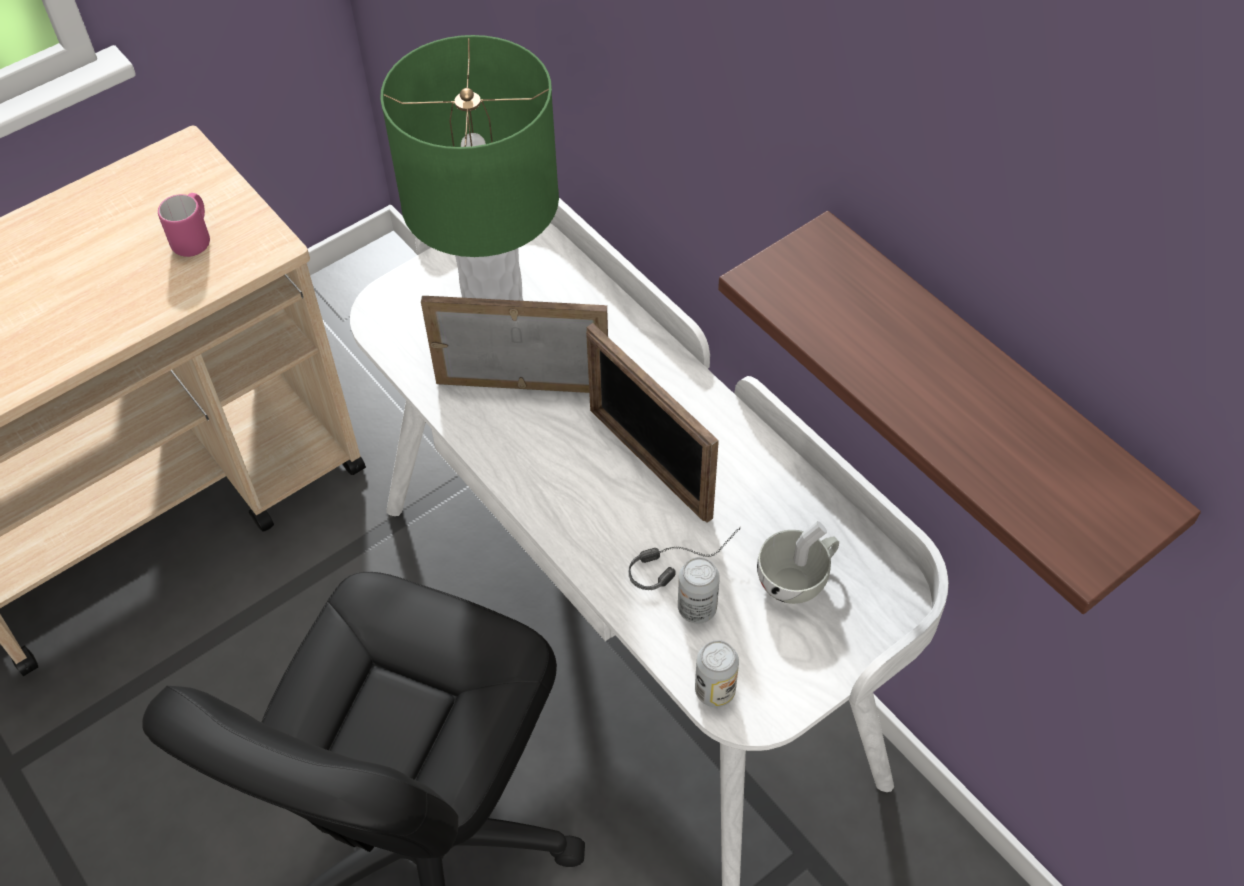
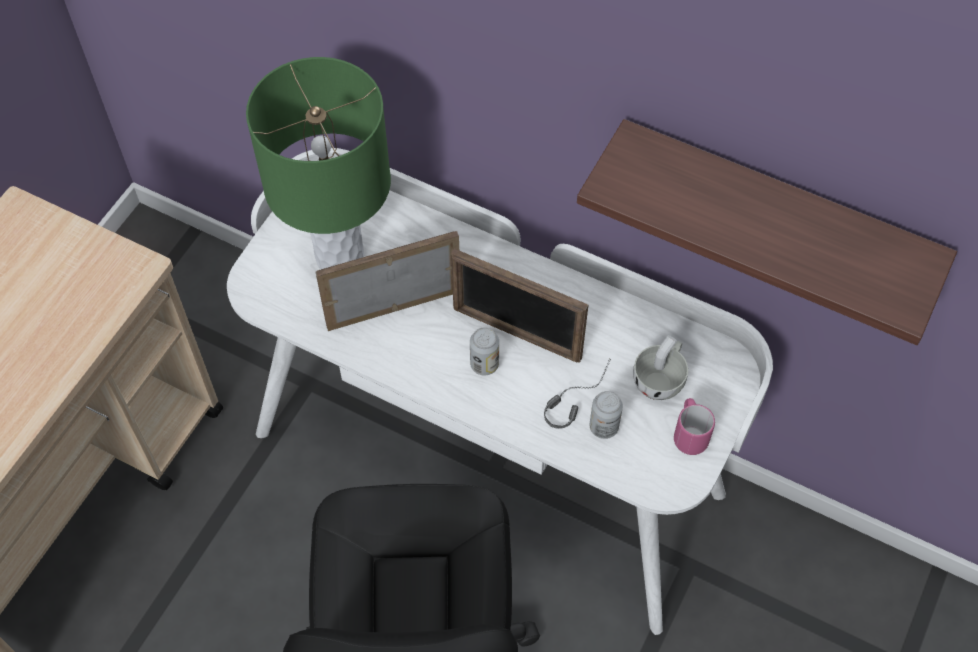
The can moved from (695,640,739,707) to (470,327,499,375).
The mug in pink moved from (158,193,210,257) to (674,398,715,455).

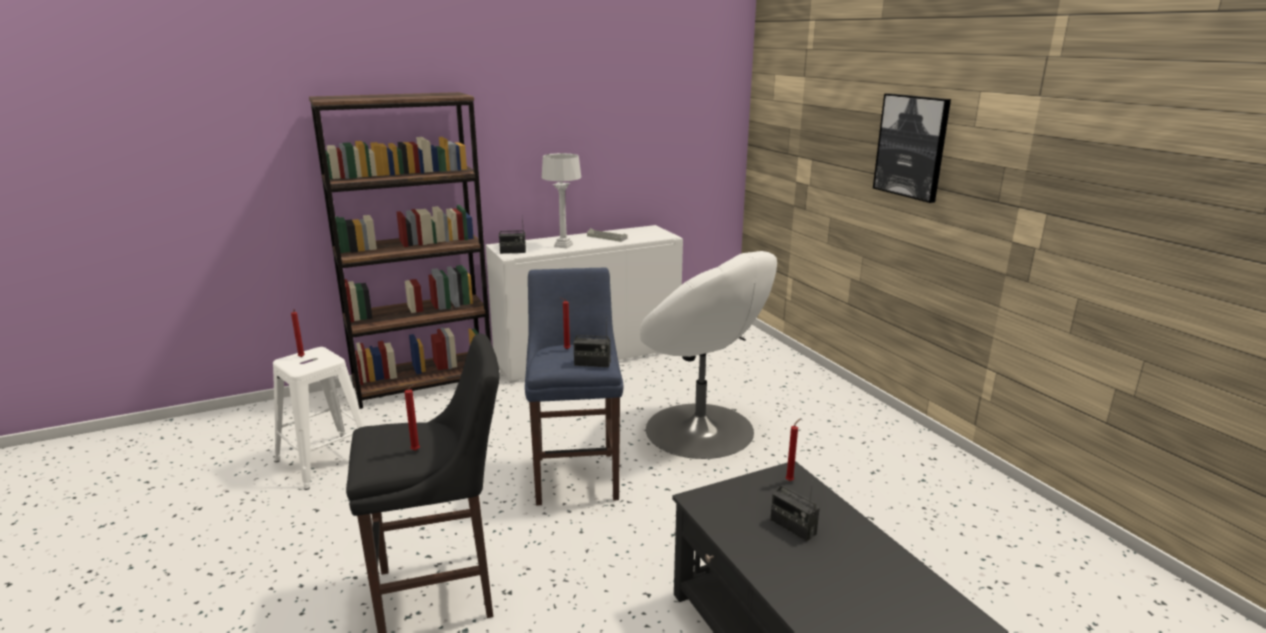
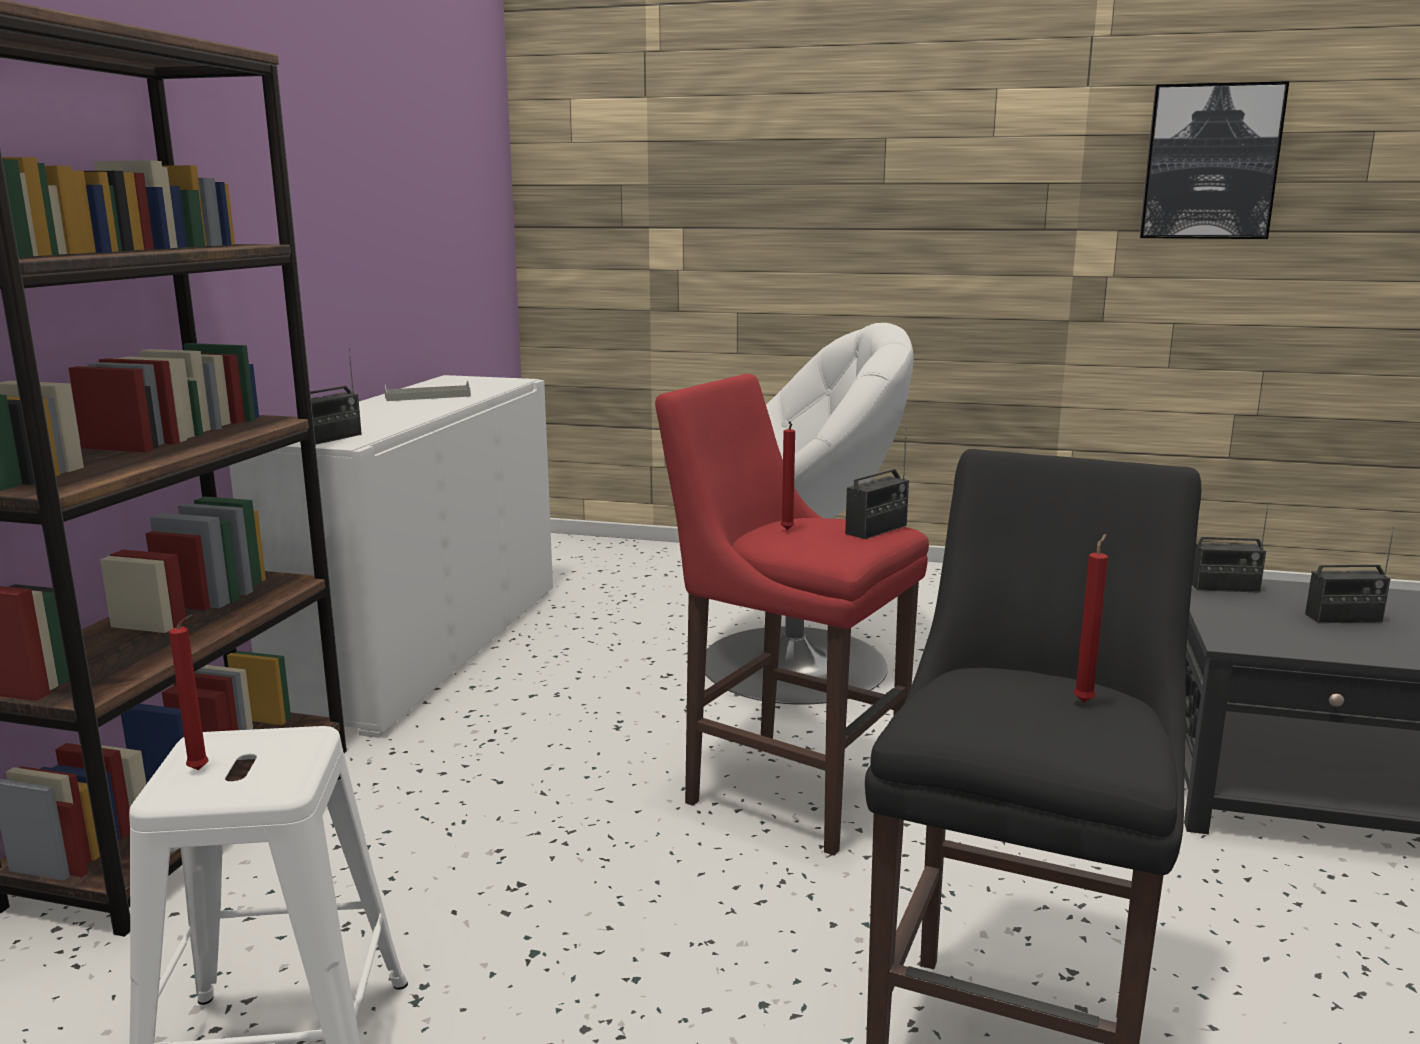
The stool in blue at (525,267,623,506) became the stool in red at (655,374,929,856).
The picture moved from (873,93,951,203) to (1139,81,1289,239).
The candle in red at (786,419,800,481) was replaced by the radio at (1192,503,1269,593).
The table lamp in grey at (542,153,581,249) disappeared.

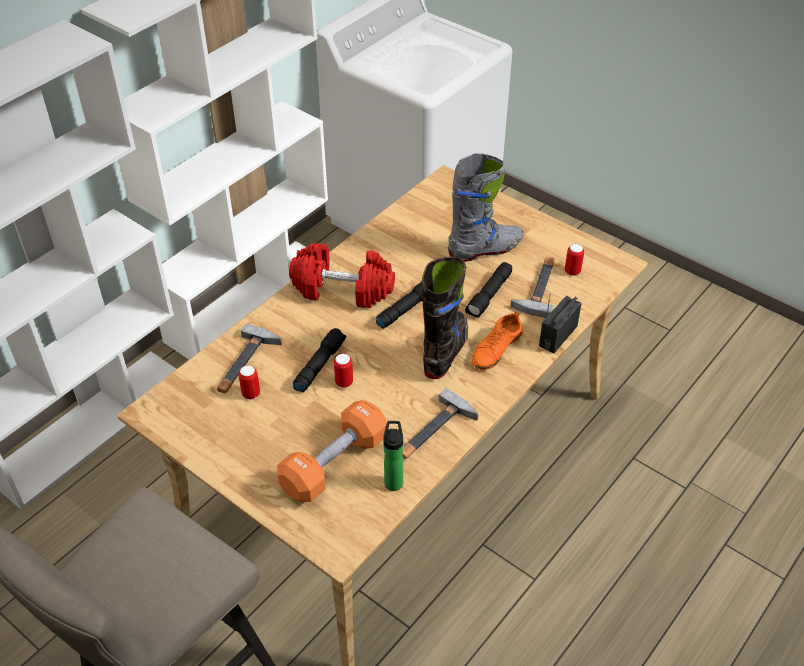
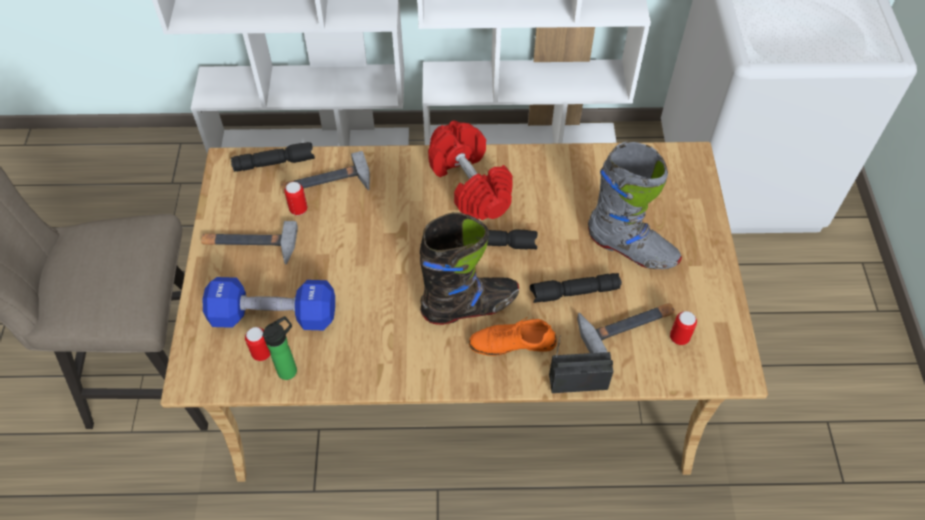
The hammer moved from (402,388,479,459) to (201,221,298,265).
The dumbbell in orange at (277,400,387,502) became the dumbbell in blue at (202,277,335,330).
The flashlight in black moved from (293,328,346,393) to (231,142,315,172).
The can moved from (334,354,353,388) to (245,327,271,361).

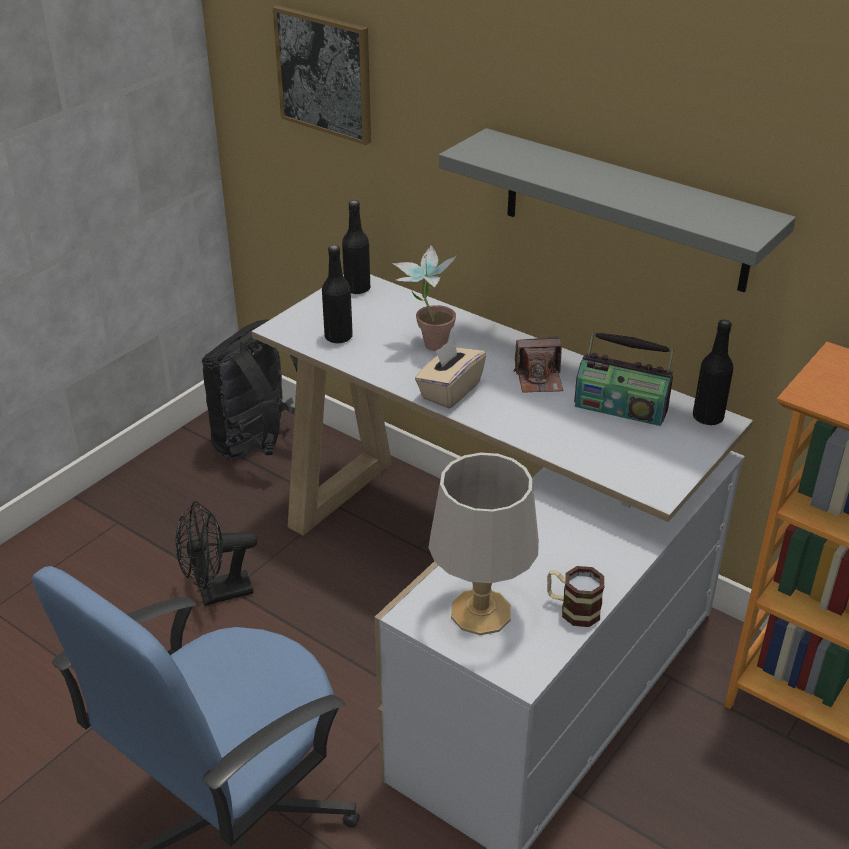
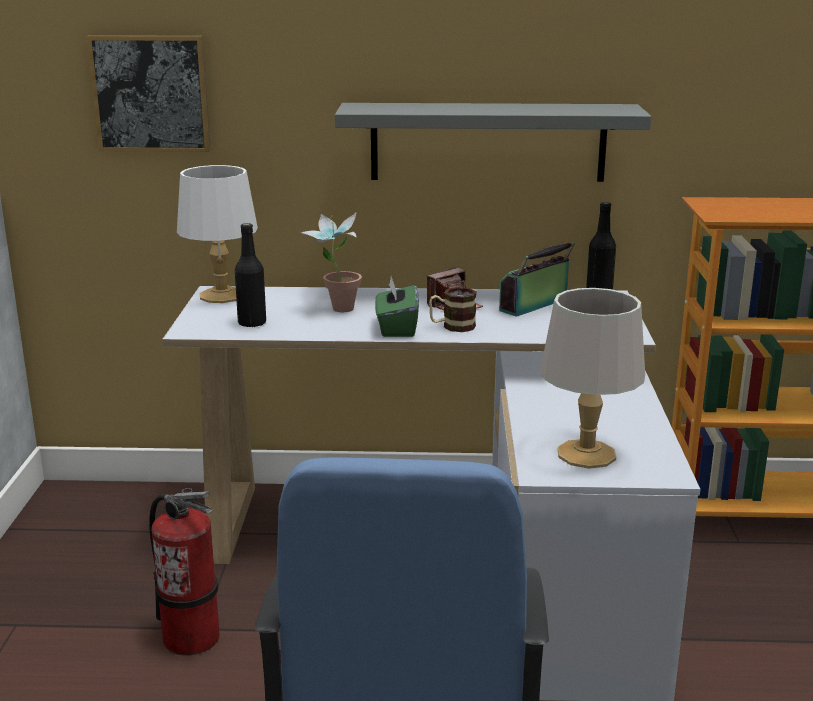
The fan in black at (176,501,257,606) was replaced by the fire extinguisher at (149,488,220,656).
The bottle in black at (342,200,370,295) was replaced by the table lamp in white at (177,165,258,303).
The tissue box in beige at (415,338,486,408) became the tissue box in green at (375,277,419,337).
The mug moved from (547,566,604,627) to (429,287,477,332).
The radio at (574,332,674,426) turned 150 degrees clockwise.
The backpack in black at (202,319,298,460) disappeared.

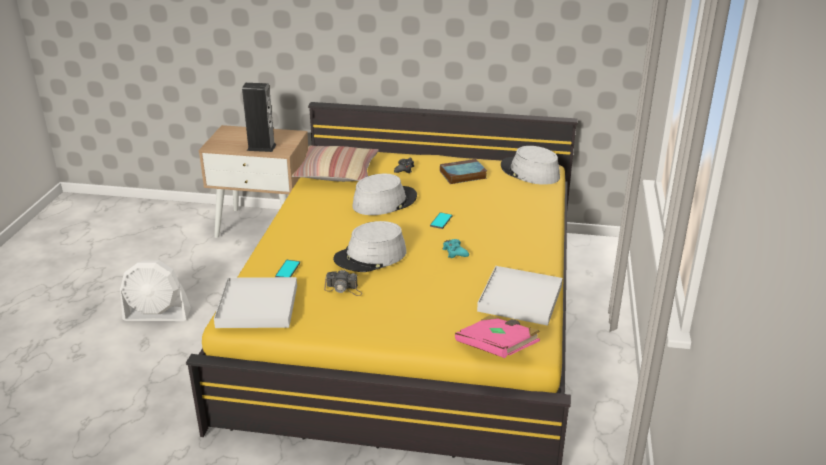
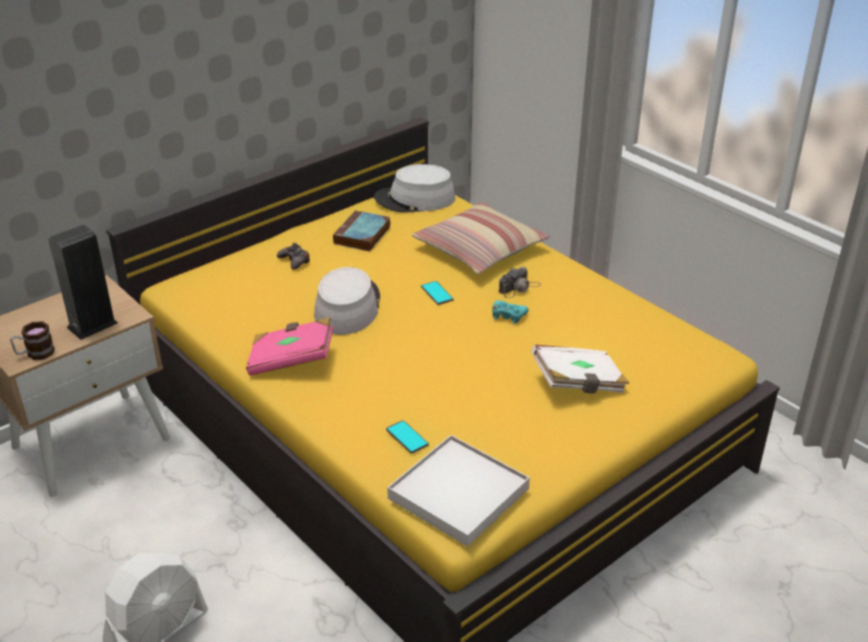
The mug at (10,321,55,360) appeared.
The book in pink moved from (455,315,540,358) to (246,317,334,376).
The pillow moved from (292,145,379,182) to (411,201,550,274).
The photo camera moved from (324,270,362,296) to (499,267,541,298).
The book in white at (531,345,629,394) appeared.
The hat in grey at (333,221,407,272) disappeared.
The tray in white at (477,266,563,326) disappeared.

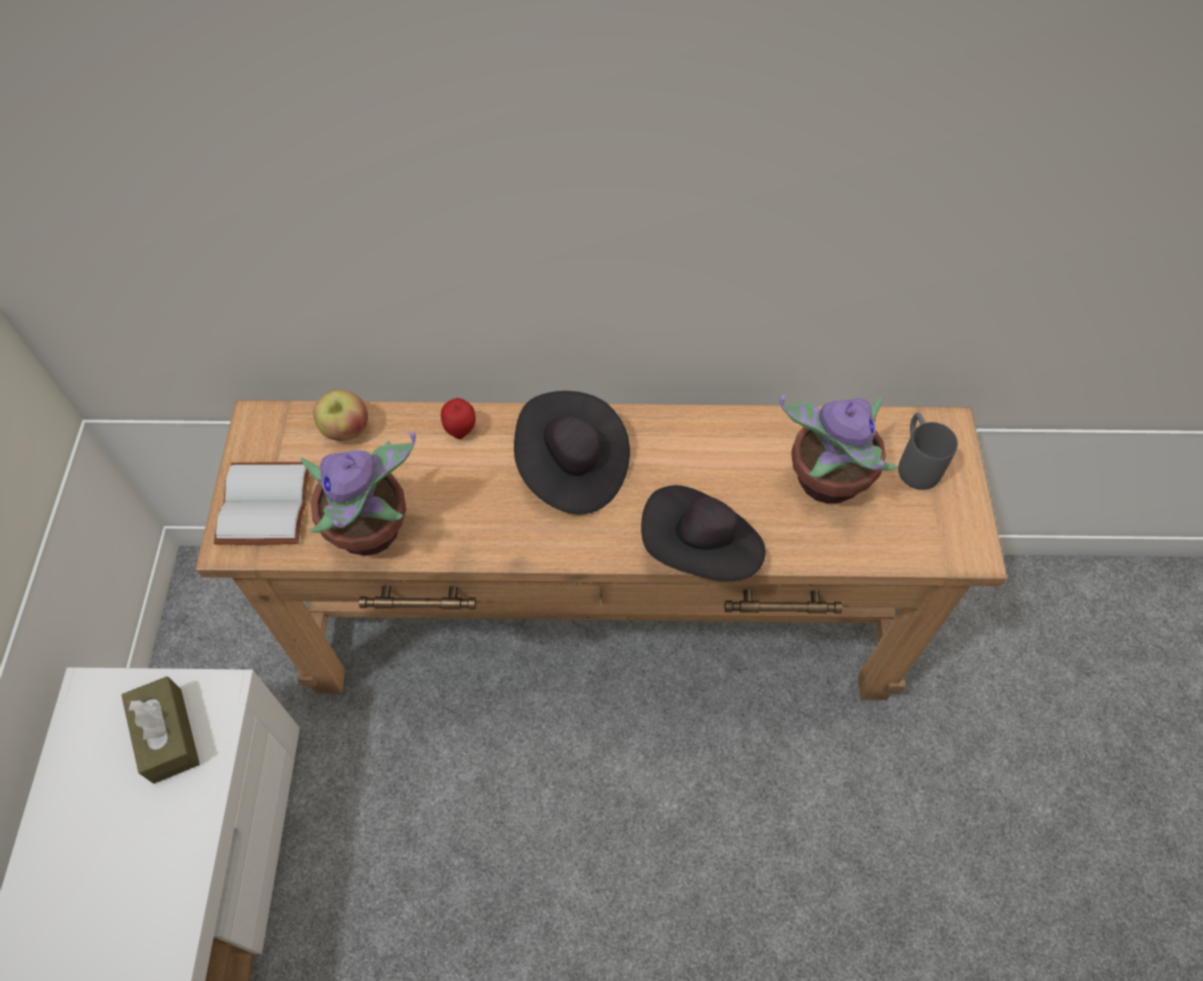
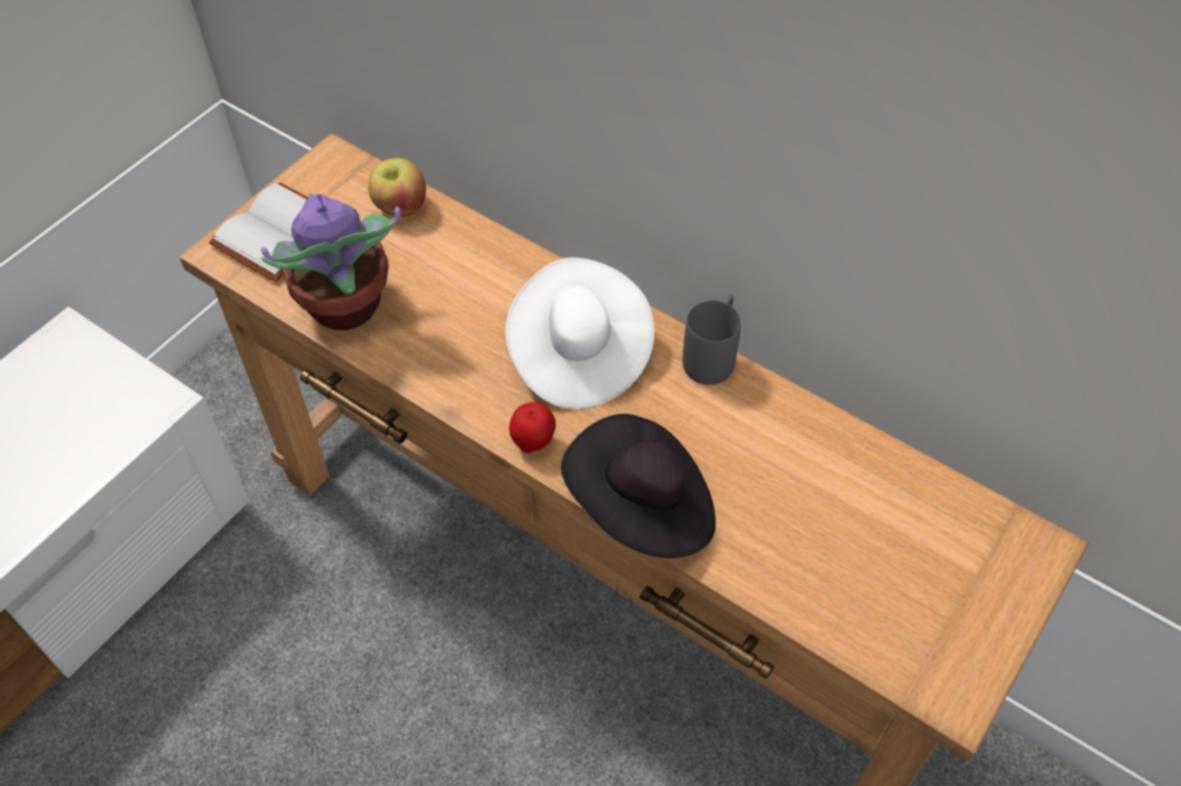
The hat in black at (514,391,630,514) became the hat in white at (505,257,654,409).
The apple moved from (441,398,476,439) to (509,402,556,453).
The mug in grey moved from (898,413,958,490) to (682,294,741,385).
The tissue box in brown at (121,676,200,784) disappeared.
The potted plant at (780,395,898,504) disappeared.

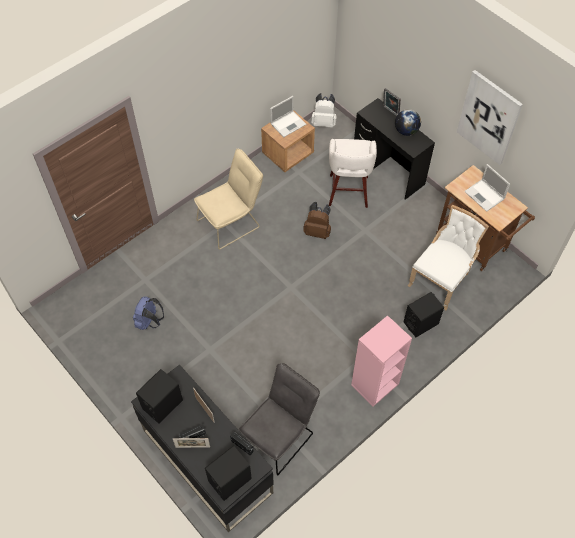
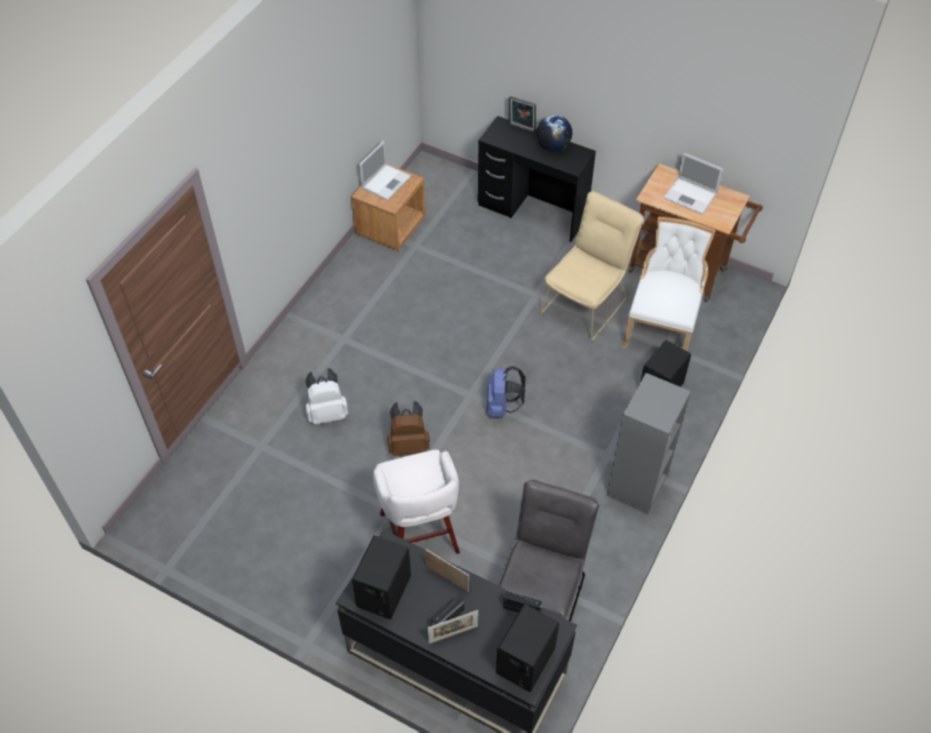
The backpack in white moved from (311,93,337,127) to (305,368,348,425).
The stool in white moved from (329,138,377,208) to (373,450,460,554).
The backpack in brown moved from (303,202,331,239) to (387,401,430,456).
The backpack in blue moved from (133,297,164,330) to (486,366,526,418).
The chair in beige moved from (194,149,263,250) to (540,191,644,341).
The bookcase in pink at (351,315,412,406) became the bookcase in grey at (607,373,691,514).
The picture at (457,70,523,165) disappeared.

